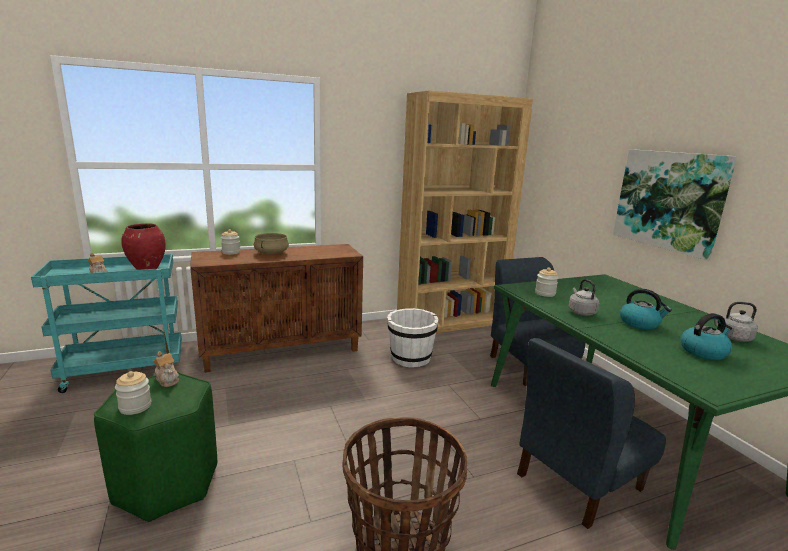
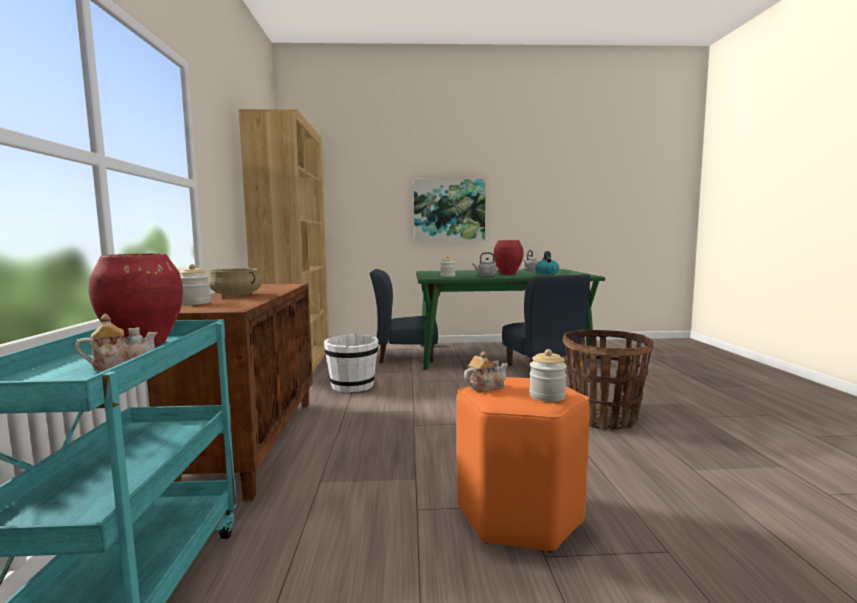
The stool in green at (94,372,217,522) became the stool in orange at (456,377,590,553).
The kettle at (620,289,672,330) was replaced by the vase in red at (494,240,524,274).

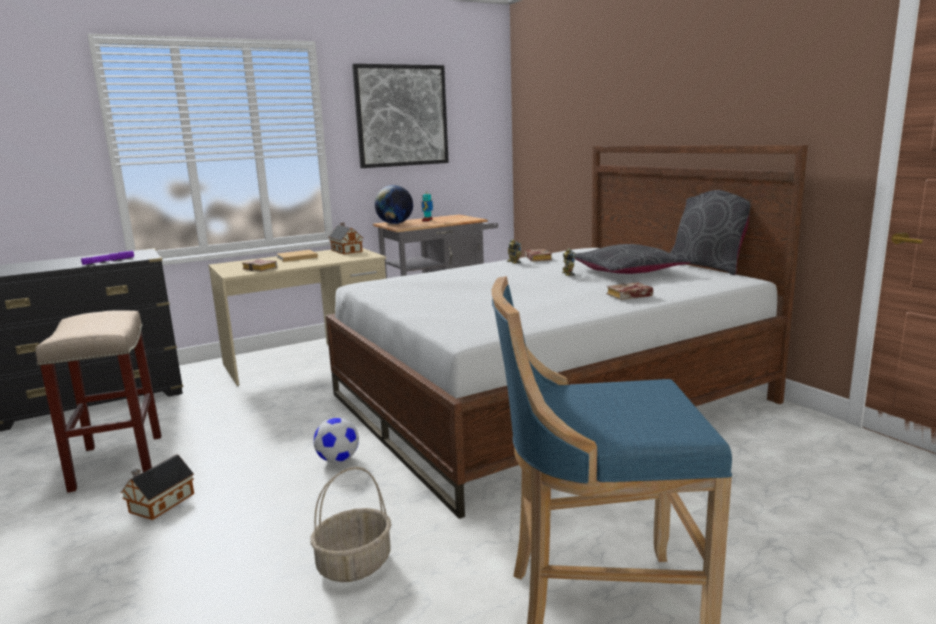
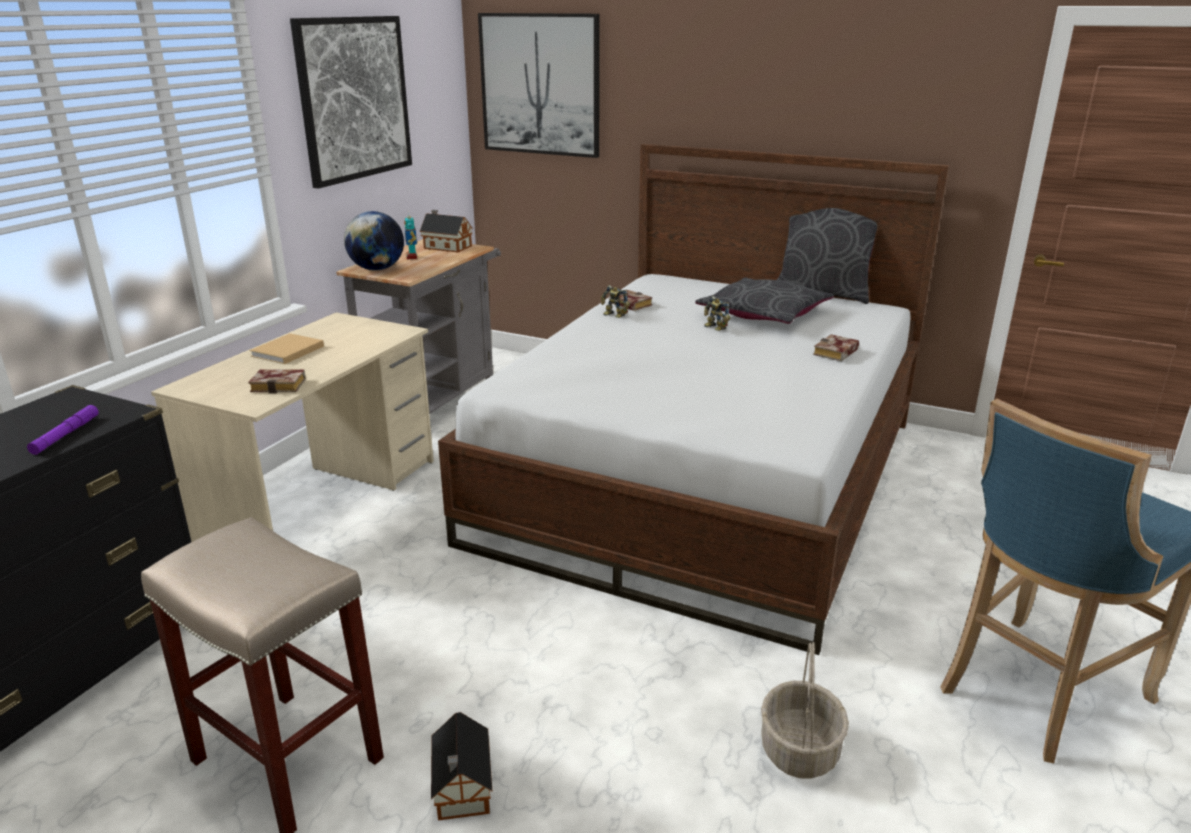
The toy house moved from (328,222,363,254) to (420,210,473,253).
The picture at (478,13,600,158) appeared.
The football at (314,418,359,463) disappeared.

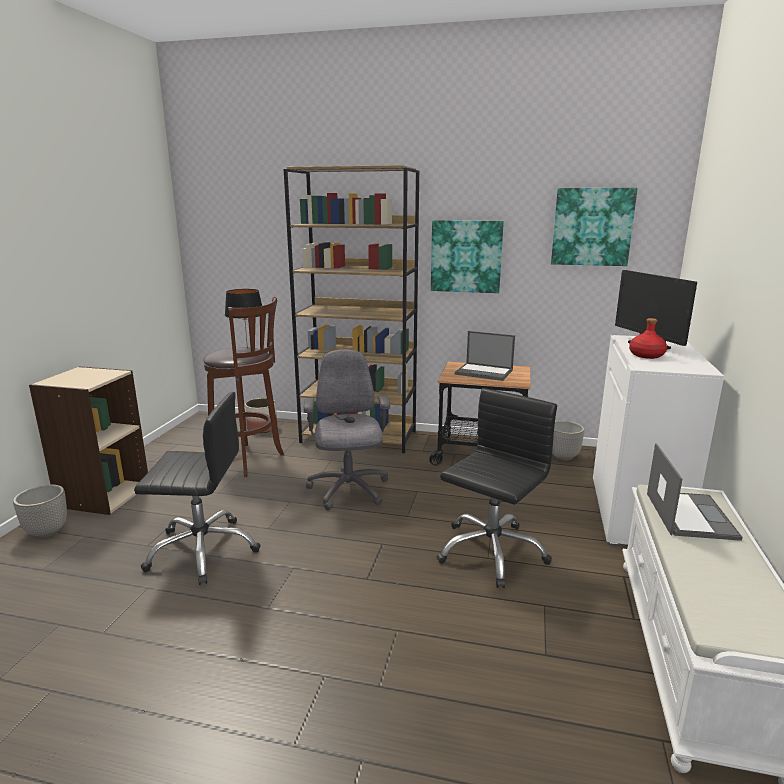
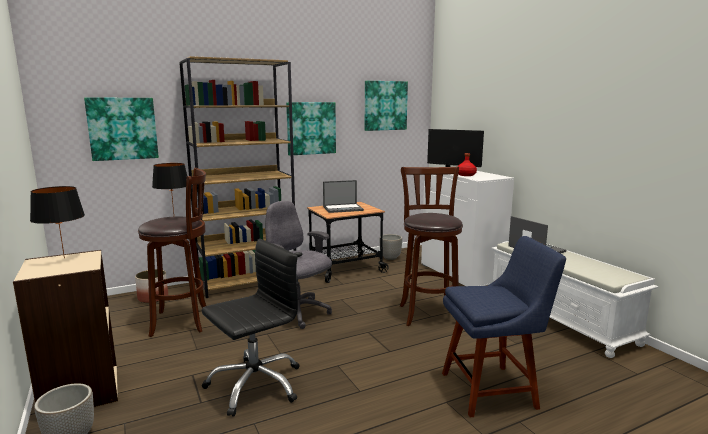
The table lamp in black at (30,186,85,258) appeared.
The picture at (84,98,159,161) appeared.
The office chair in black at (437,388,557,588) was replaced by the stool in brown at (400,166,463,326).
The chair in blue at (442,236,566,418) appeared.

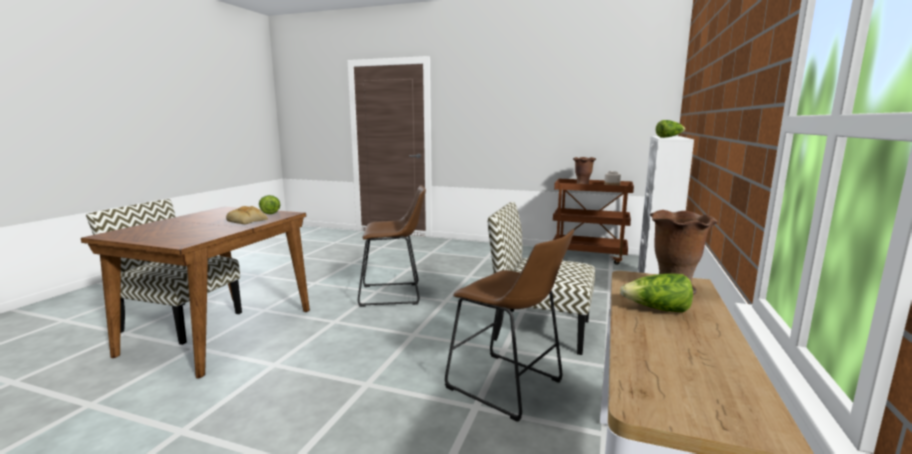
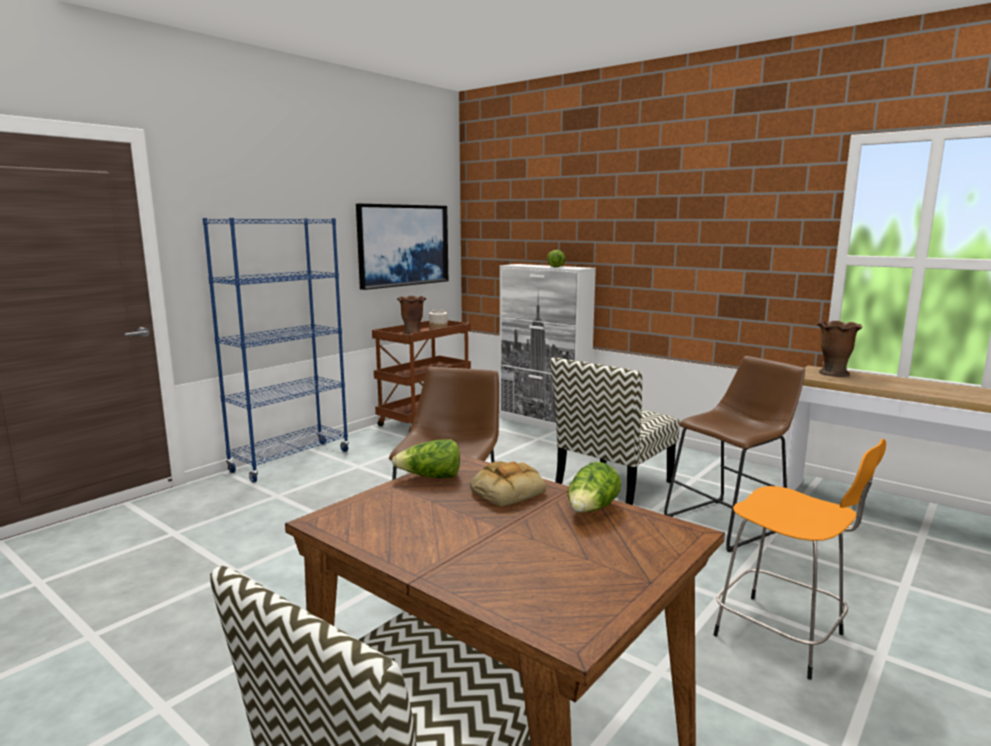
The bookcase in blue at (203,218,349,483) appeared.
The picture at (356,203,448,290) appeared.
The lettuce moved from (620,273,693,313) to (568,462,621,512).
The stool in orange at (713,439,886,680) appeared.

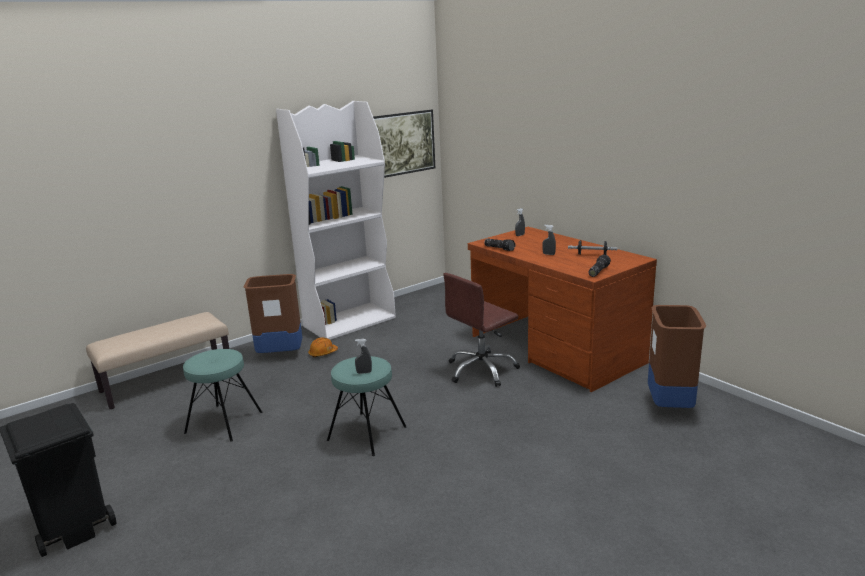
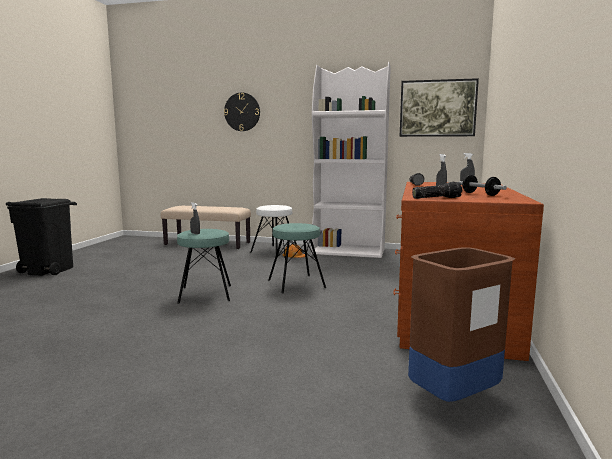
The wall clock at (224,92,260,131) appeared.
The trash can in brown at (243,274,302,353) was replaced by the stool in white at (250,205,297,253).
The stool in turquoise moved from (183,349,262,442) to (268,223,326,293).
The office chair in brown at (443,273,520,387) disappeared.

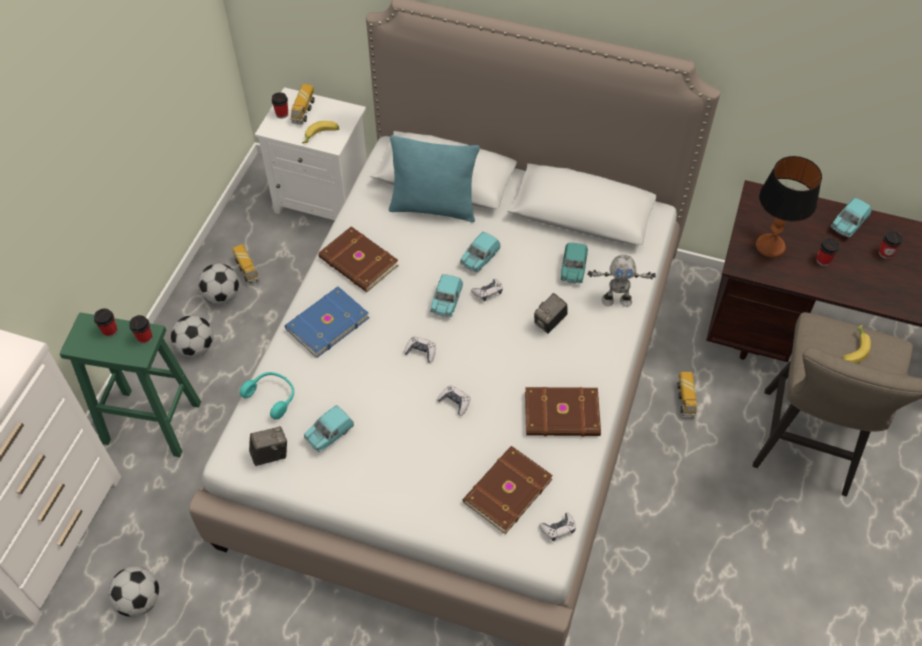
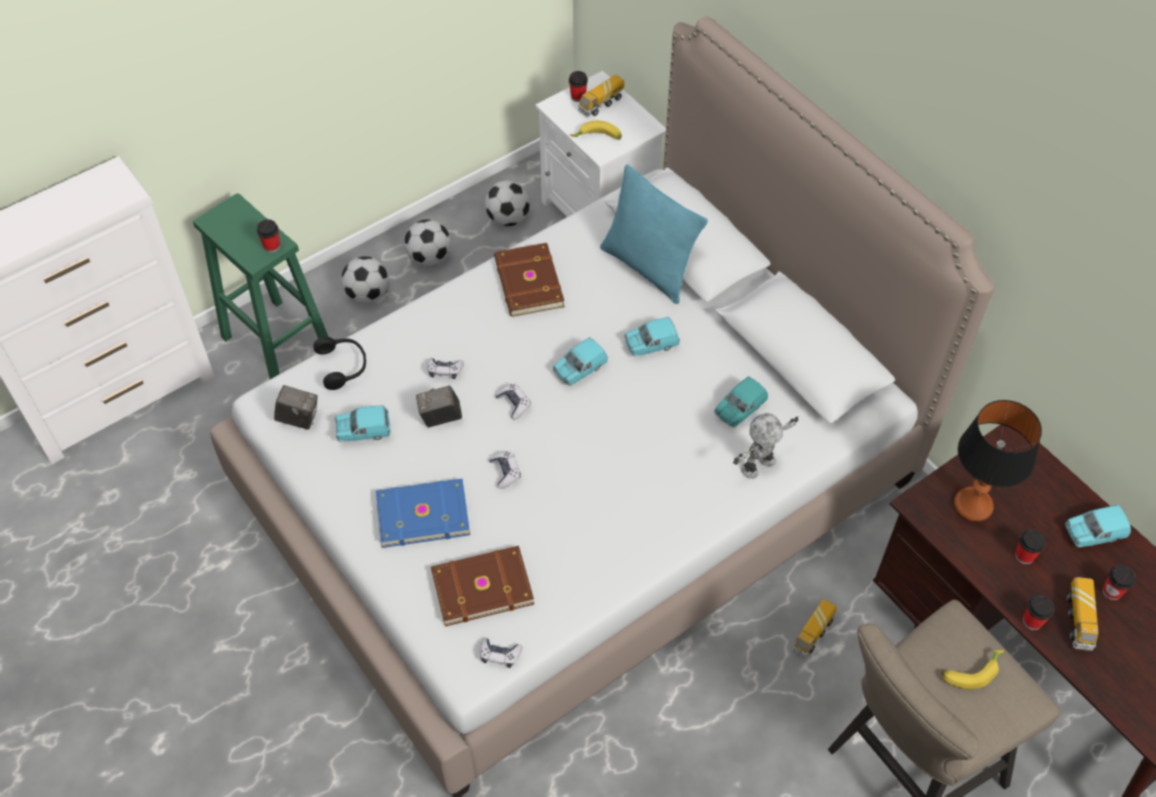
The headphones in turquoise at (240,372,294,420) became the headphones in black at (313,337,366,390).
The book in blue moved from (285,286,369,358) to (376,478,470,548).
The photo camera moved from (534,293,568,334) to (416,385,462,427).
The game controller moved from (471,279,503,301) to (427,358,464,379).
The football moved from (108,567,159,617) to (485,180,530,226).
The toy robot at (587,255,656,307) turned 105 degrees clockwise.
The cup moved from (94,309,118,337) to (1023,595,1054,630).
The toy truck moved from (232,244,260,285) to (1066,577,1098,651).
The book in brown at (525,387,601,437) disappeared.

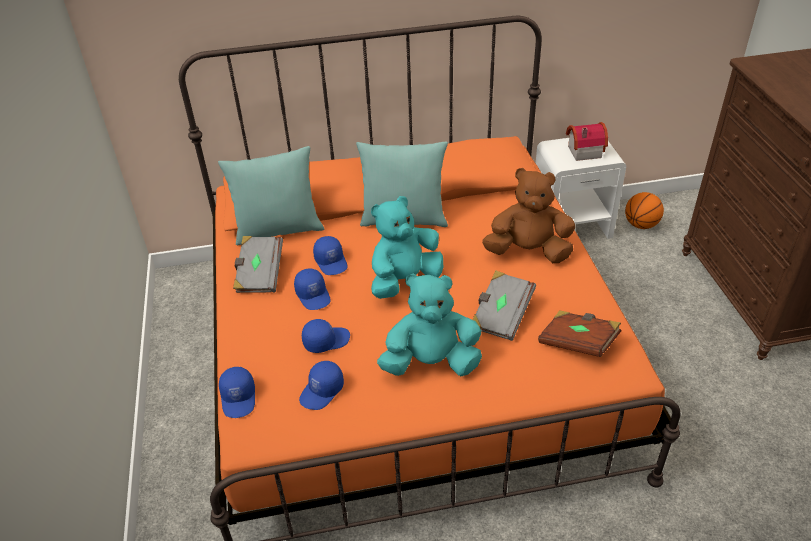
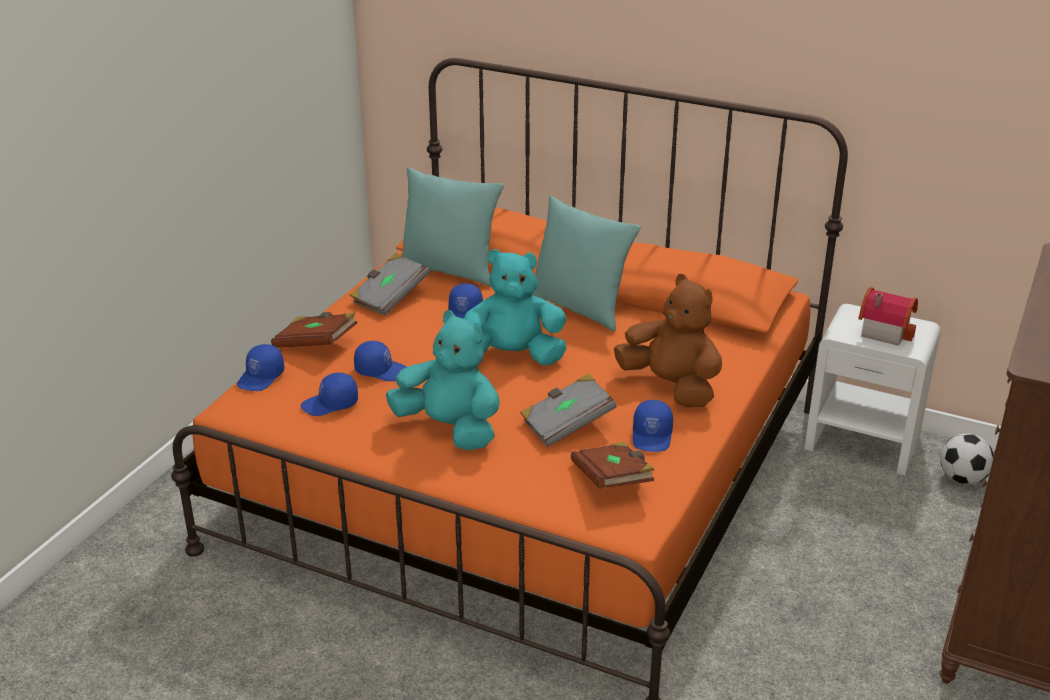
The book in brown at (271,312,357,348) appeared.
The cap in blue moved from (294,268,331,310) to (633,400,673,452).
The basketball at (625,192,664,229) was replaced by the football at (940,433,993,484).

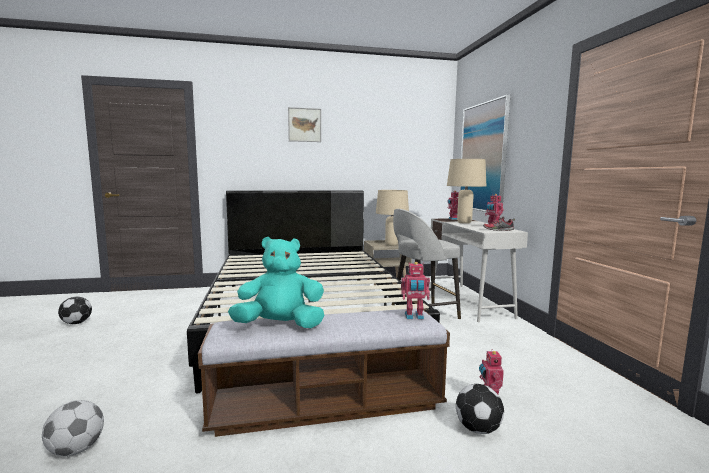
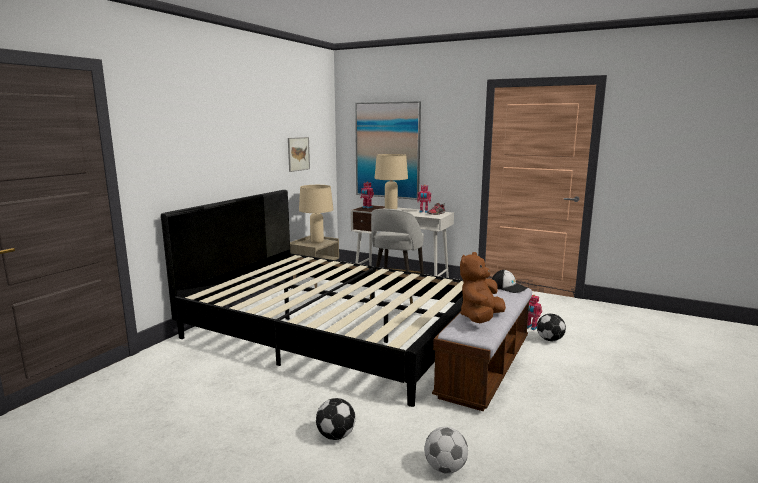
The picture moved from (288,107,321,142) to (288,137,310,172).
The football moved from (58,297,92,324) to (316,398,355,440).
The plush toy in turquoise at (228,237,325,328) became the plush toy in brown at (460,252,506,323).
The toy robot at (401,262,430,319) was replaced by the cap at (492,270,528,293).

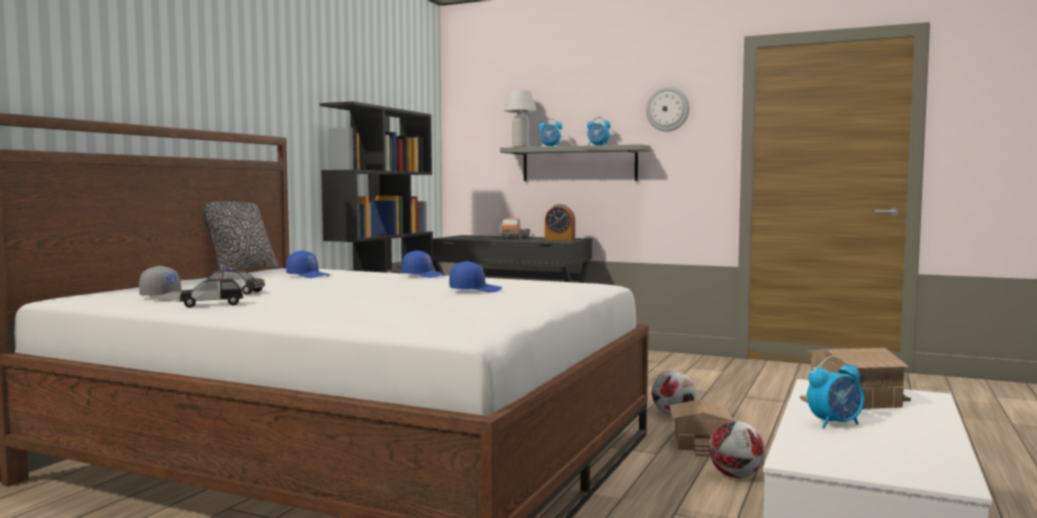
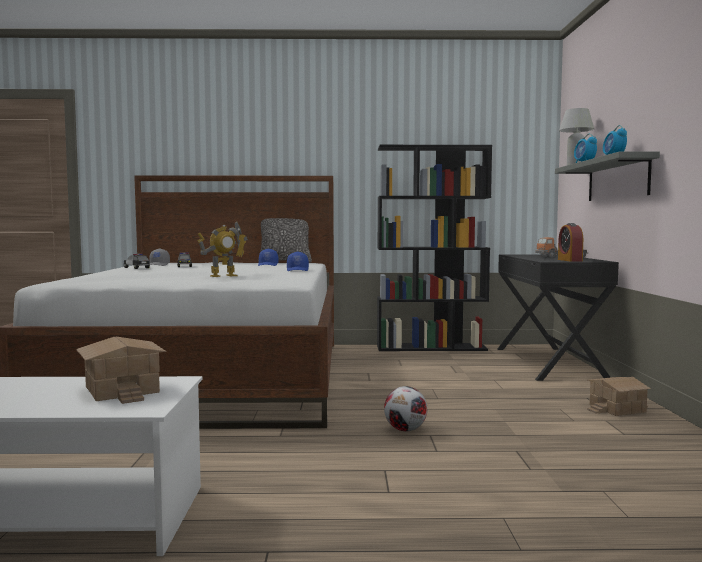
The cap in blue at (449,261,502,292) was replaced by the toy robot at (197,221,248,277).
The toy house moved from (669,400,733,457) to (587,377,651,416).
The wall clock at (646,87,689,132) disappeared.
The football at (709,421,766,478) disappeared.
The alarm clock at (807,356,864,428) disappeared.

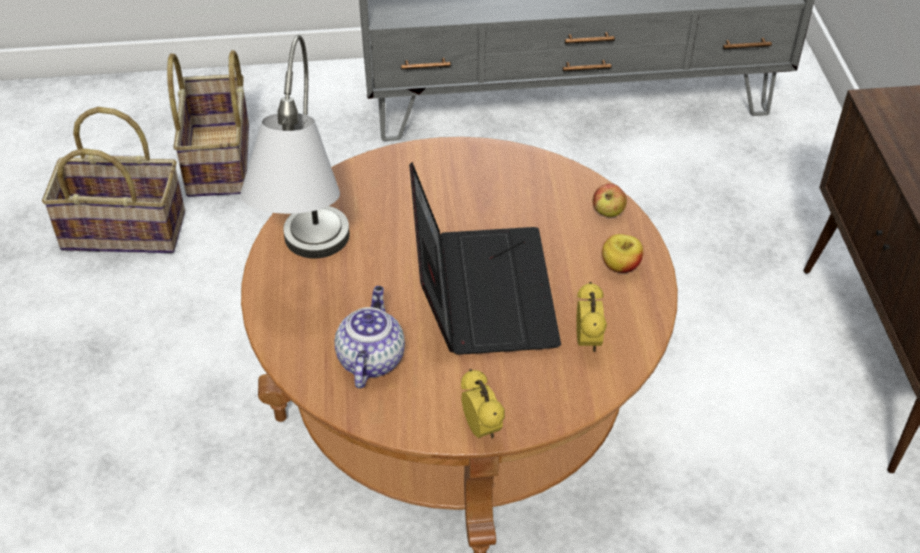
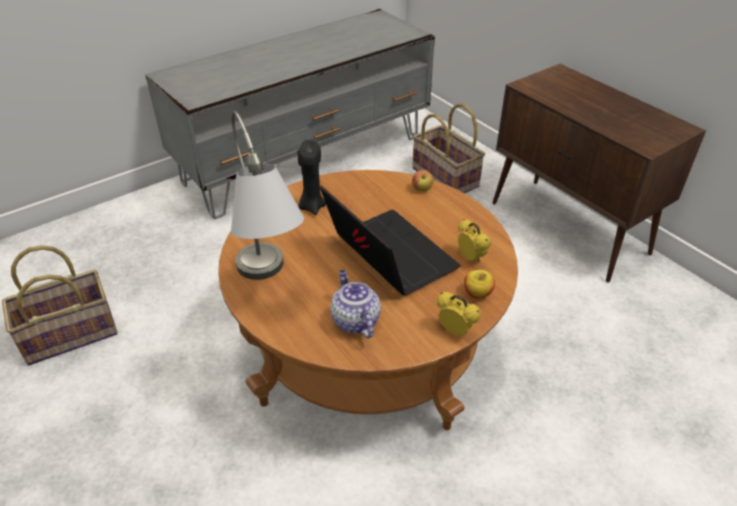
The candle in black at (298,140,326,215) appeared.
The basket moved from (167,50,249,197) to (412,103,485,193).
The apple moved from (602,234,643,273) to (464,270,495,298).

